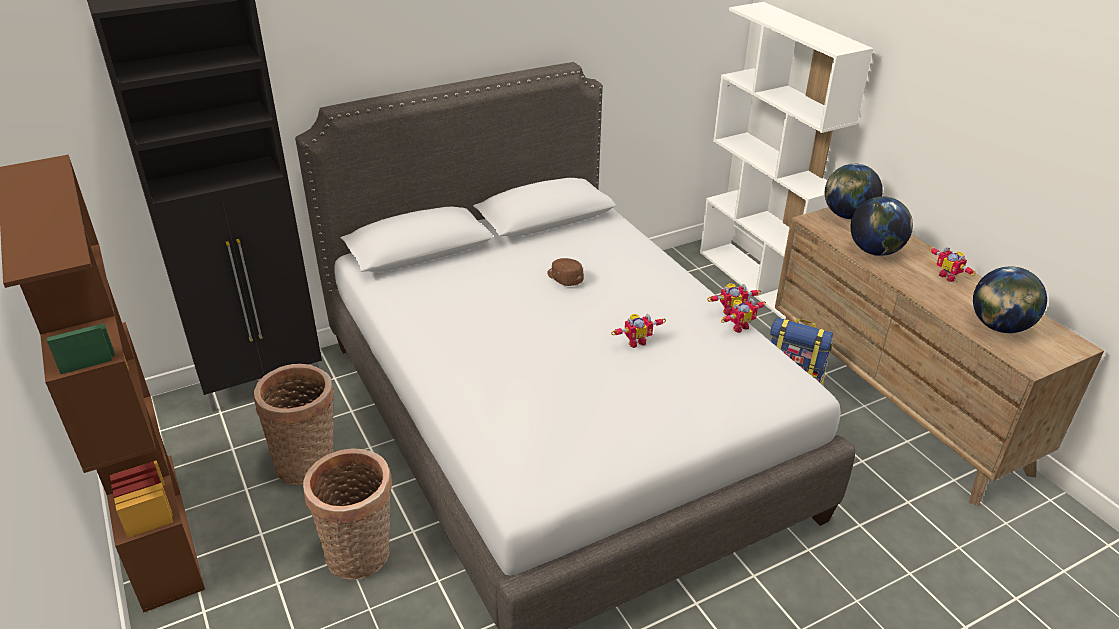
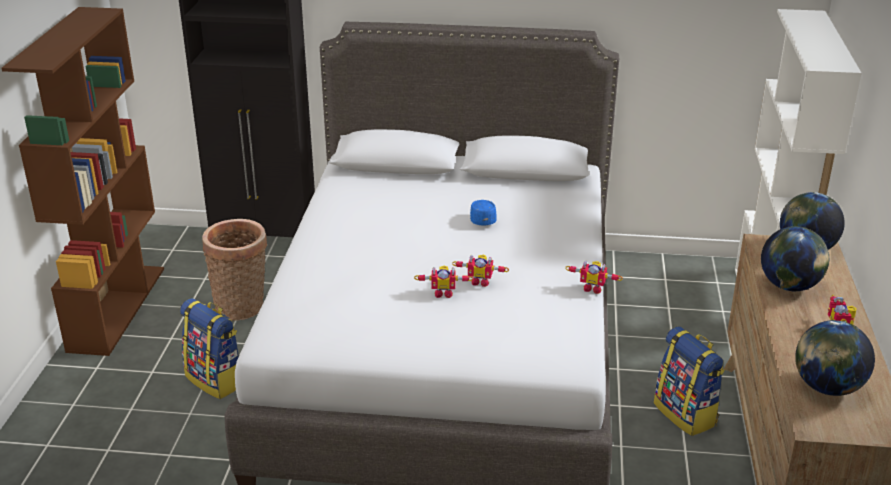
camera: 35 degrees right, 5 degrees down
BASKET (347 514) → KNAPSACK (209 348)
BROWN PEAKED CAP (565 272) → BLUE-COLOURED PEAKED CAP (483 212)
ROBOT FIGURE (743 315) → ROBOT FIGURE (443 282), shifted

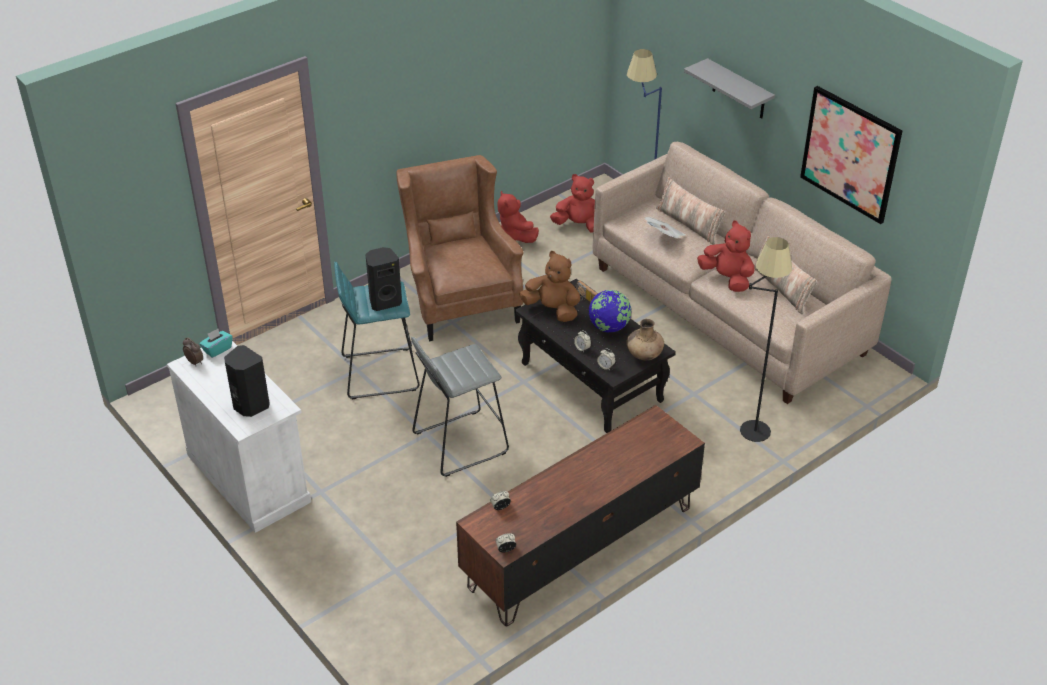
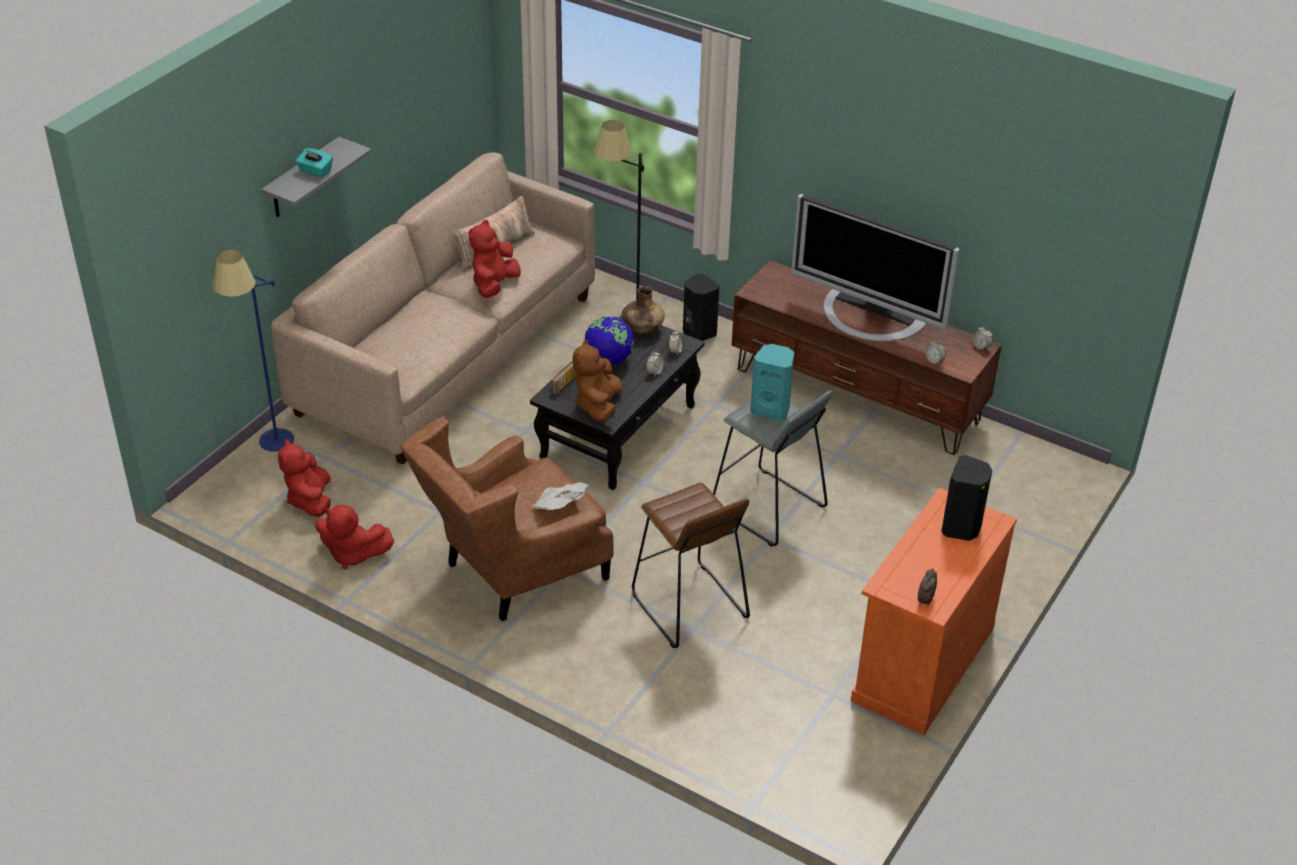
camera: 110 degrees left, 0 degrees up
WHITISH CUPBOARD (239 437) → ORANGE-COLOURED CUPBOARD (934 611)
TURQUOISE-COLOURED TISSUE HOLDER (216 343) → TURQUOISE-COLOURED TISSUE HOLDER (314 163), shifted
TURQUOISE-COLOURED STOOL (376 330) → BROWN STOOL (691 565)
BLACK-COLOURED SPEAKER (383 279) → BLACK-COLOURED SPEAKER (701 307), shifted
RED-COLOURED SOFT TOY (518 217) → RED-COLOURED SOFT TOY (354 537), 60 degrees clockwise
PRINTED PAPER (665 228) → PRINTED PAPER (560 496), shifted
THROW PILLOW (690 211) → -
WALL ART (851 155) → -
- → TURQUOISE-COLOURED SPEAKER (772 382)
- → TV (875 267)

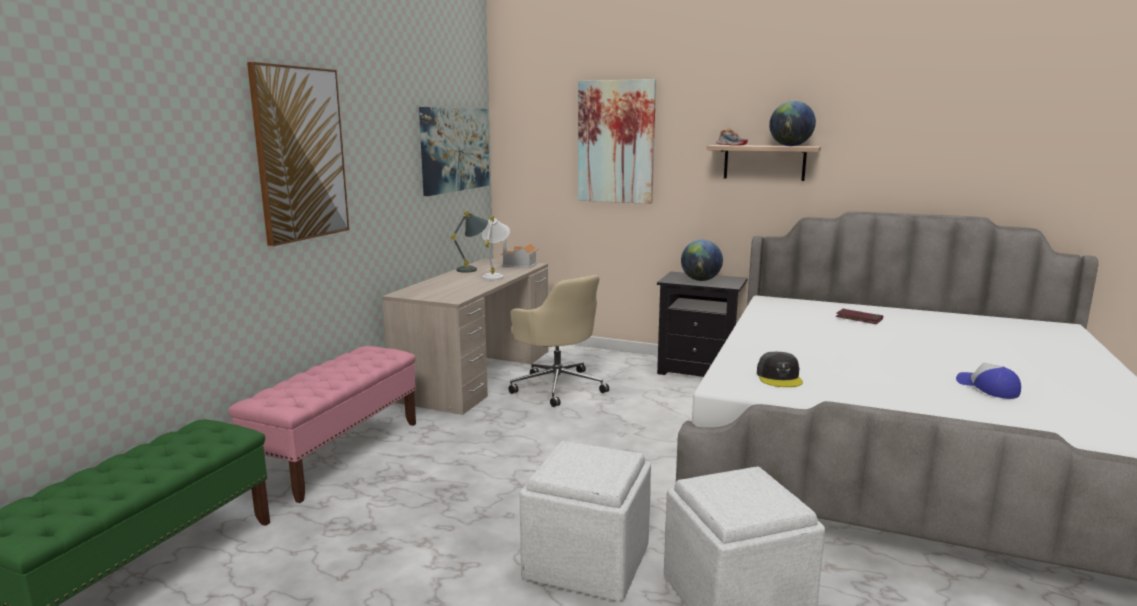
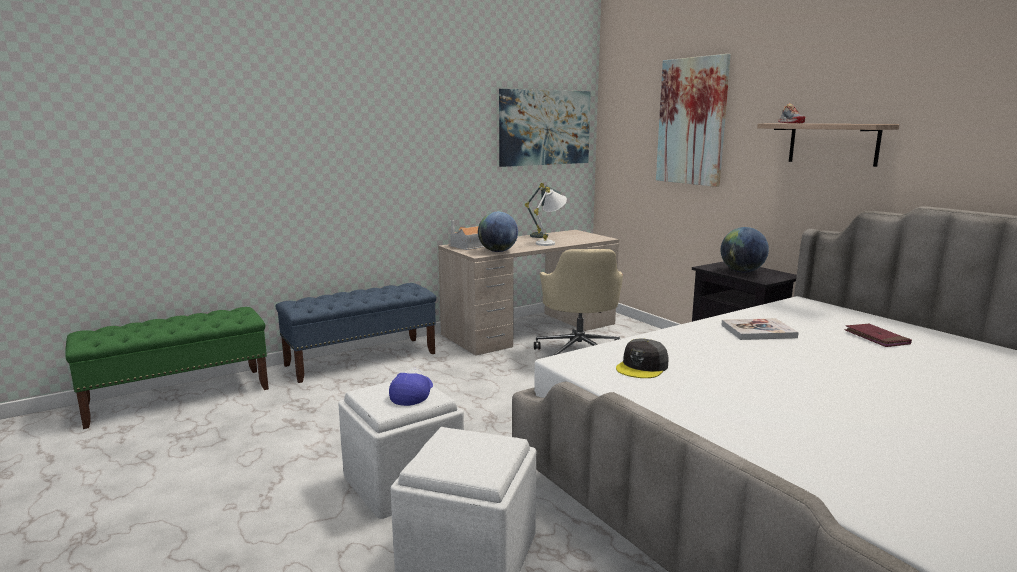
camera: 35 degrees right, 0 degrees up
PINK BENCH (322 424) → BLUE-COLOURED BENCH (356 333)
WALL ART (298 154) → -
MODEL HOUSE (519 254) → MODEL HOUSE (465 235), shifted
WORLD GLOBE (792 123) → WORLD GLOBE (498 232), shifted
PEAKED CAP (988 381) → PEAKED CAP (411 386), shifted
- → VOLUME (760 329)

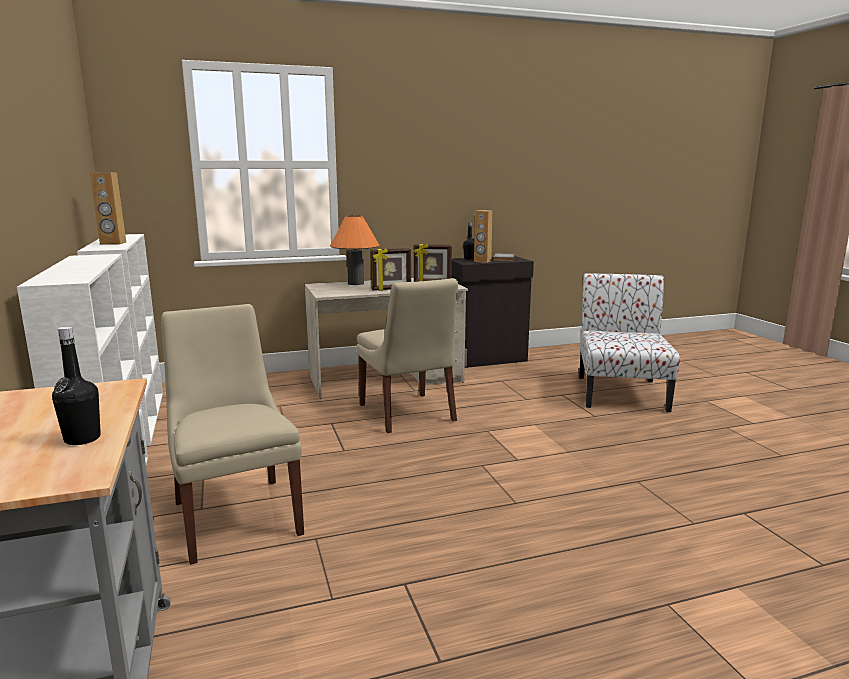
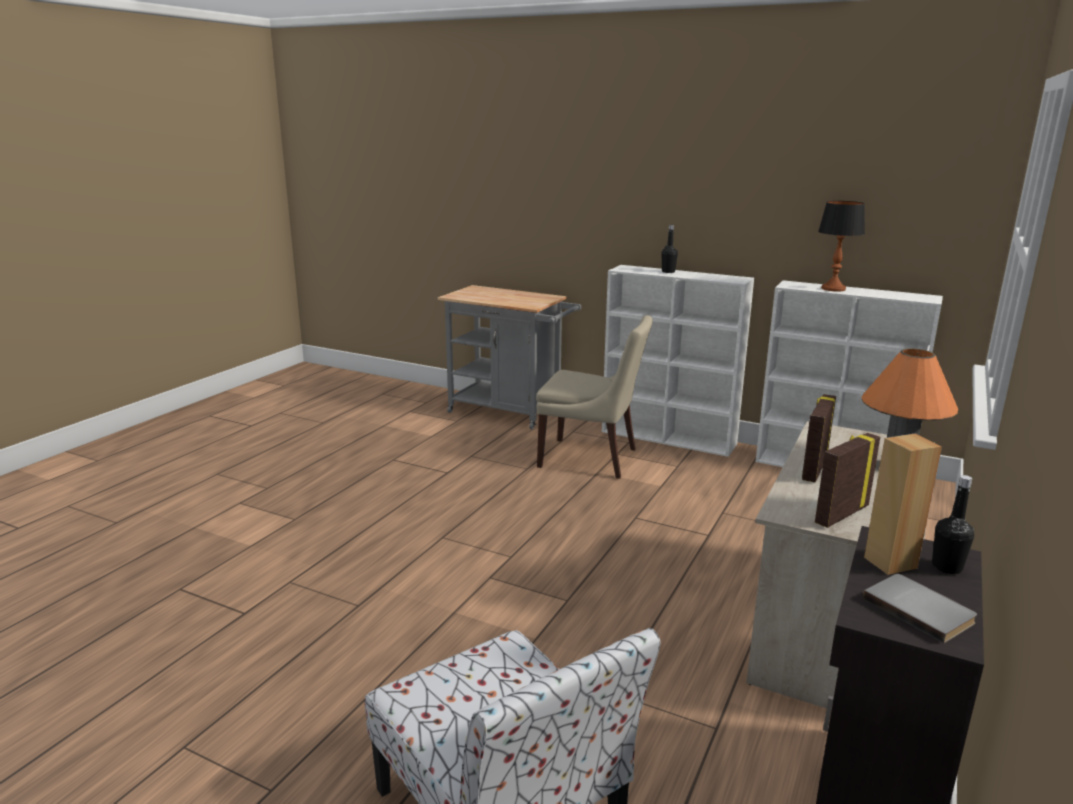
camera: 135 degrees right, 5 degrees up
BLACK-COLOURED BOTTLE (76 385) → BLACK-COLOURED BOTTLE (670 249), shifted
BROWN SPEAKER (108 208) → LAMP FOR A TABLE (841 246)
BEIGE UPRIGHT CHAIR (407 355) → -

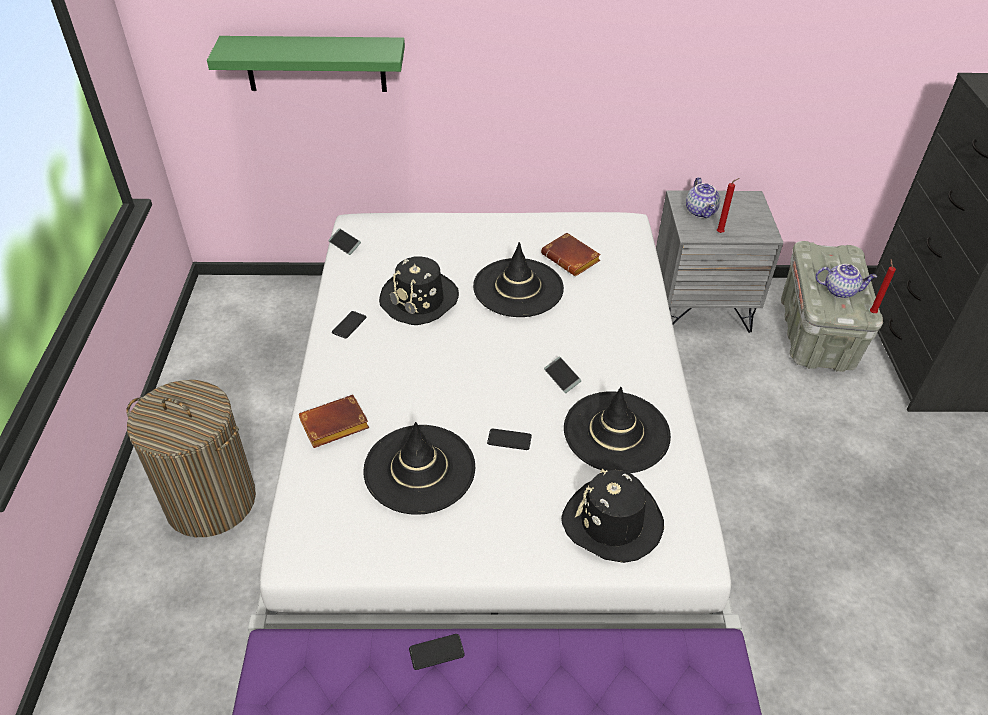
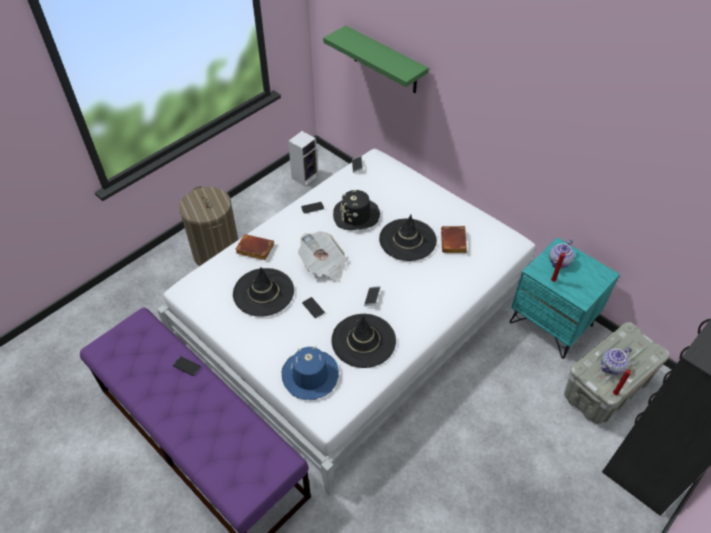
camera: 45 degrees right, 5 degrees up
BLACK-COLOURED WEARABLE HAT (612 516) → BLUE-COLOURED WEARABLE HAT (310 373)
GREYISH NIGHTSTAND (719 261) → TURQUOISE-COLOURED NIGHTSTAND (564 298)
TEA POT (846 281) → TEA POT (616 361), 90 degrees clockwise
- → SPEAKER (303 158)
- → PRINTED PAPER (323 256)

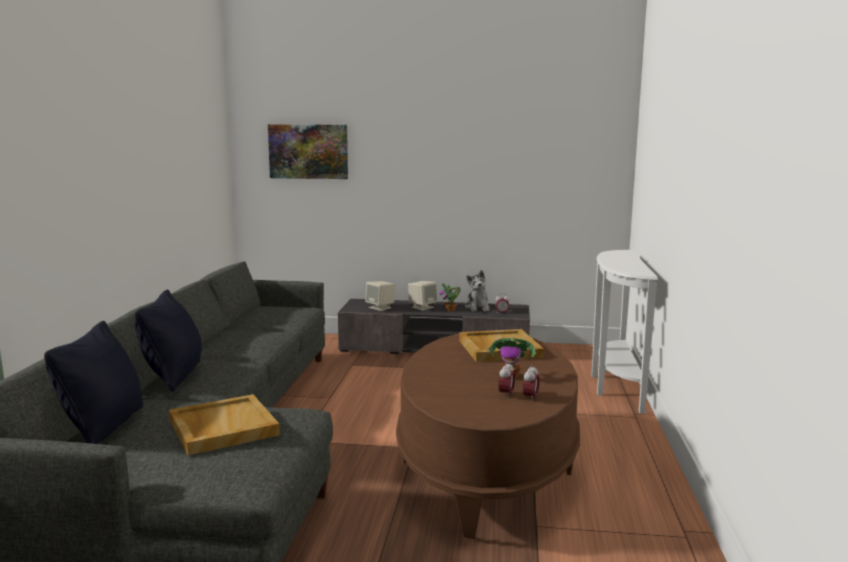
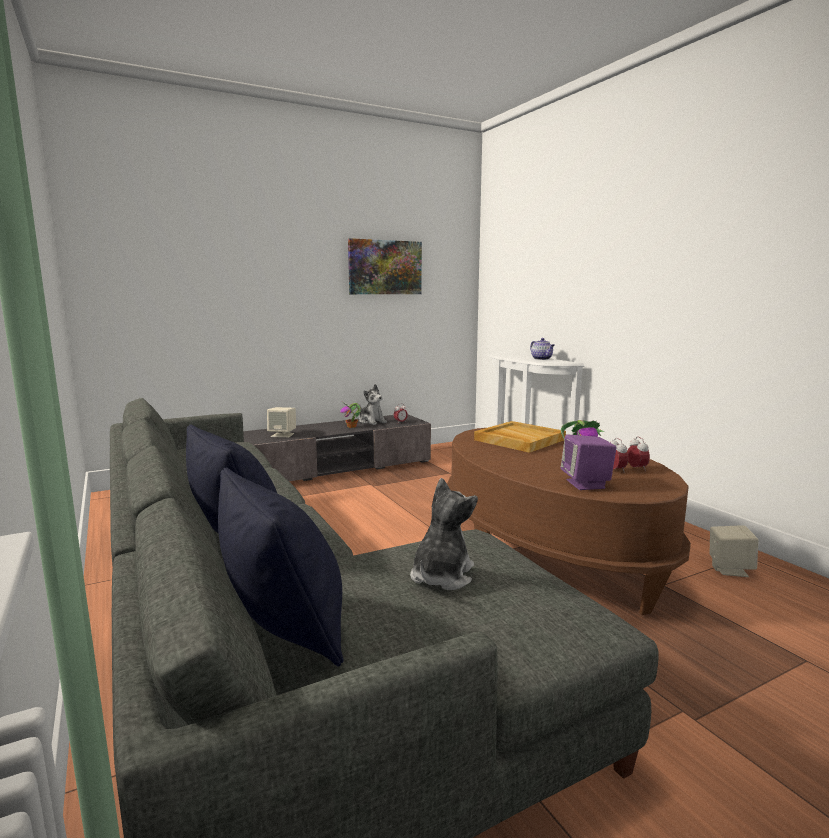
camera: 35 degrees left, 0 degrees up
BEIGE CARRYING TRAY (224 424) → SOFT TOY (444 534)
WALL ART (308 151) → WALL ART (385 266), shifted
BEIGE SPEAKER (423 296) → BEIGE SPEAKER (733 551), shifted
- → TEA POT (542 349)
- → PURPLE-COLOURED SPEAKER (588 462)

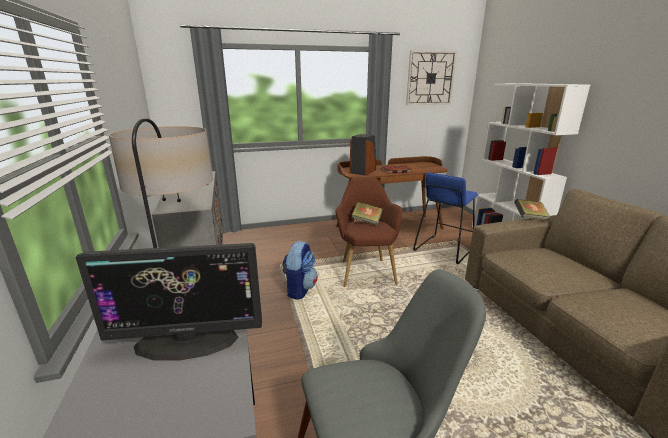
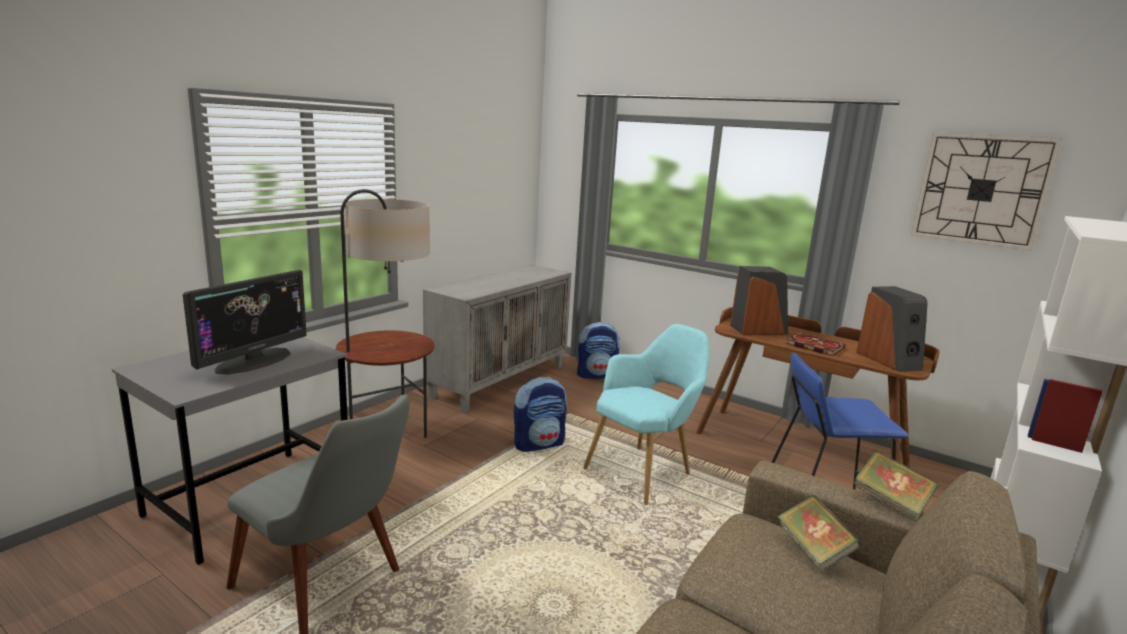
camera: 50 degrees right, 5 degrees down
COMPUTER DISPLAY (168 302) → COMPUTER DISPLAY (245 322), 105 degrees counterclockwise
BROWN LOUNGE CHAIR (369 232) → TURQUOISE-COLOURED LOUNGE CHAIR (646 414)
VOLUME (367 213) → VOLUME (819 533), shifted
- → KNAPSACK (598 350)
- → SPEAKER (892 329)

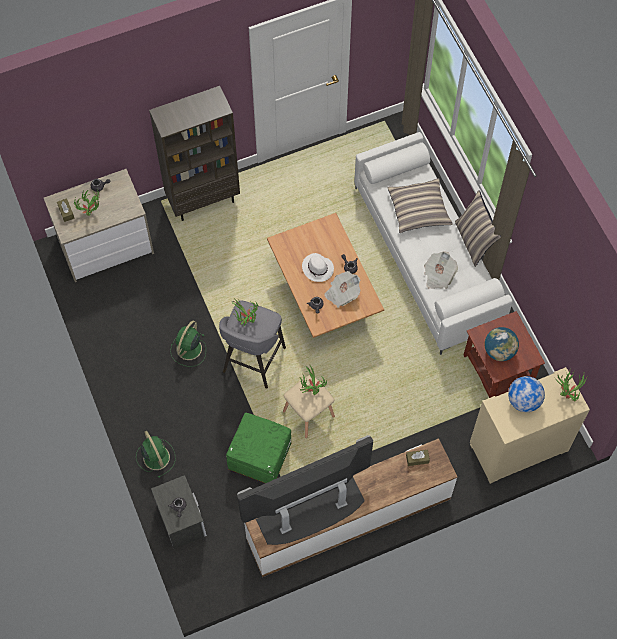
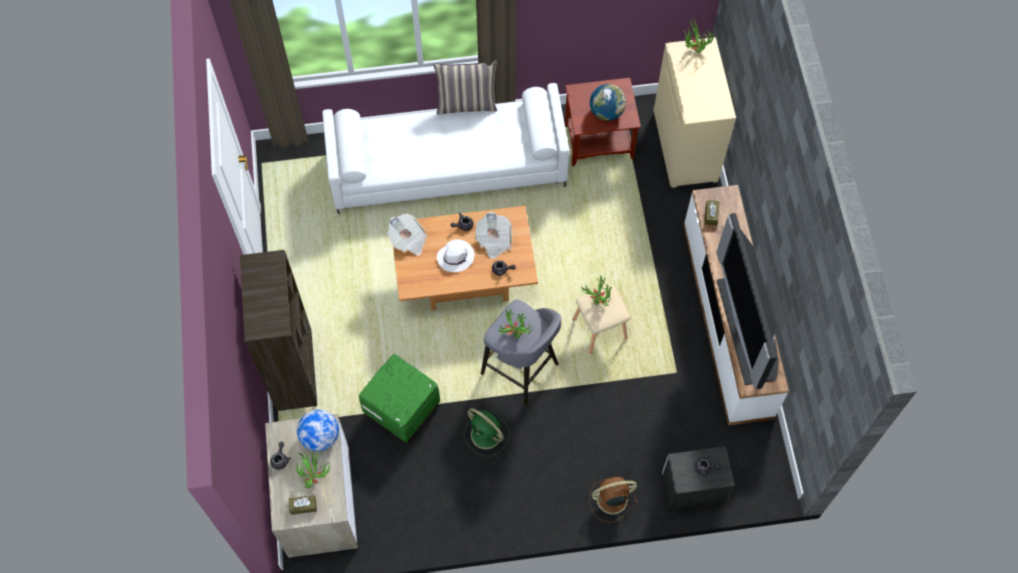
camera: 75 degrees left, 0 degrees up
GREENISH COOLING FAN (156 454) → BROWN COOLING FAN (613 500)
GREENISH FOOTREST (258 448) → GREENISH FOOTREST (399 398), shifted
THROW PILLOW (420 205) → -
PRINTED PAPER (441 270) → PRINTED PAPER (407 235), shifted
WORLD GLOBE (526 394) → WORLD GLOBE (318 430), shifted

